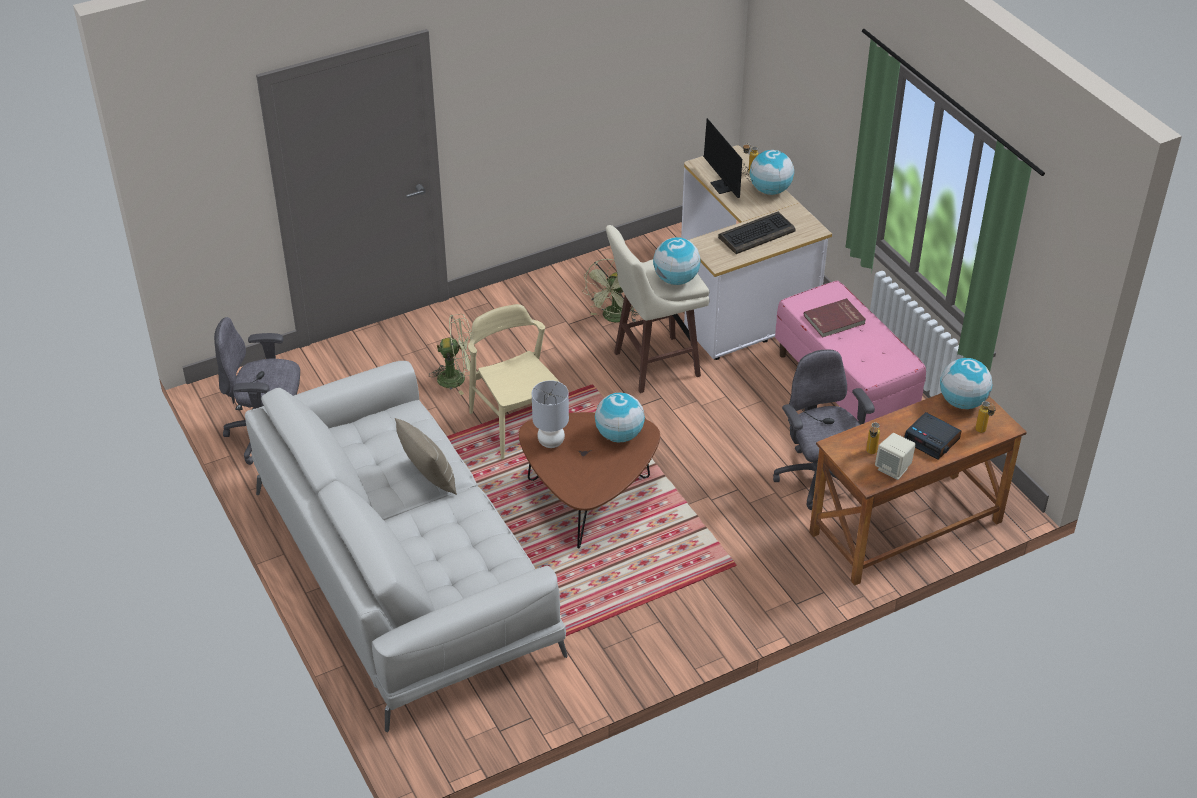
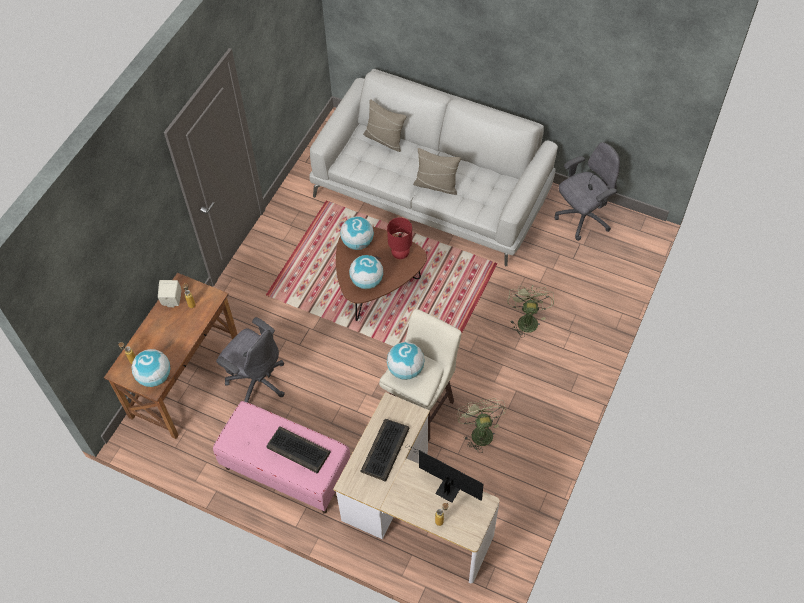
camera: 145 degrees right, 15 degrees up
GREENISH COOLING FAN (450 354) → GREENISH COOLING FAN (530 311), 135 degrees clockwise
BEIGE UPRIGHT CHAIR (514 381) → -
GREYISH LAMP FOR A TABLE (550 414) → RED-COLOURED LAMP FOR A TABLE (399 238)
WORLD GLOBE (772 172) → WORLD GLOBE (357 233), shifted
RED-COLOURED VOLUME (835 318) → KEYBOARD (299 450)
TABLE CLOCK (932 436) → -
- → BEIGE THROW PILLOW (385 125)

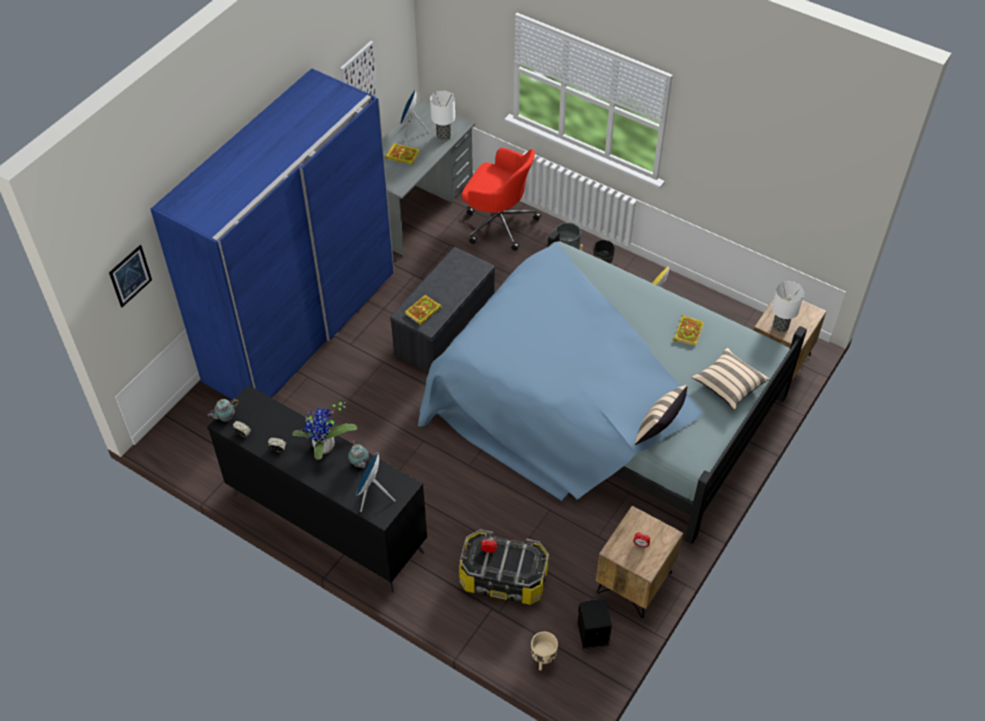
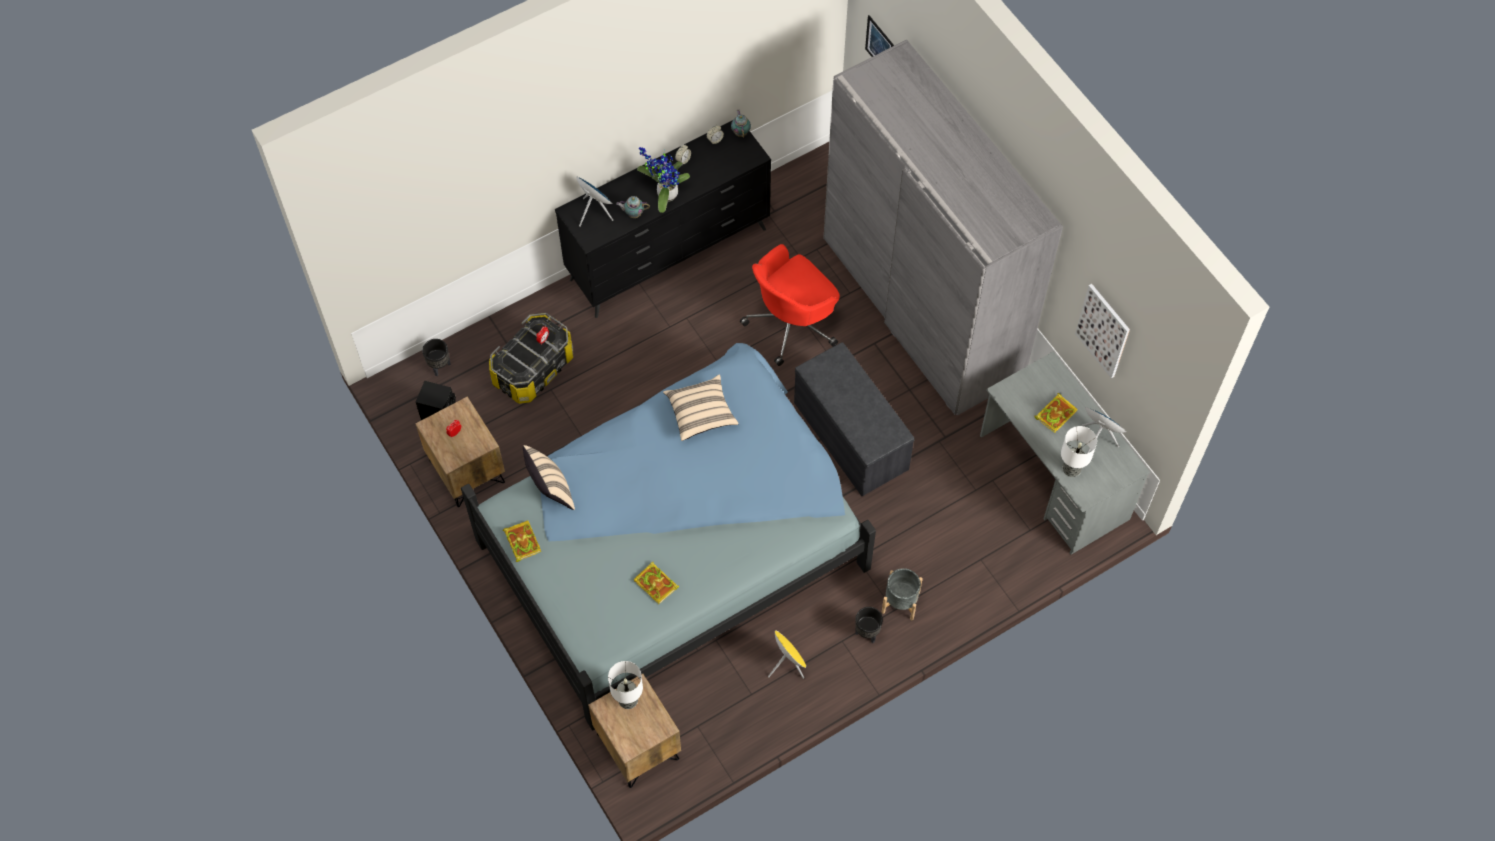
camera: 115 degrees right, 10 degrees up
BLUE-COLOURED CLOTHES CUPBOARD (272 234) → GREYISH CLOTHES CUPBOARD (943 228)
VOLUME (423 310) → VOLUME (522 541), shifted
RED-COLOURED DESK CHAIR (501 199) → RED-COLOURED DESK CHAIR (790 305), shifted
BEIGE FLOWER POT (544 650) → BLACK-COLOURED FLOWER POT (436 357)
BEIGE THROW PILLOW (730 379) → BEIGE THROW PILLOW (701 407), shifted

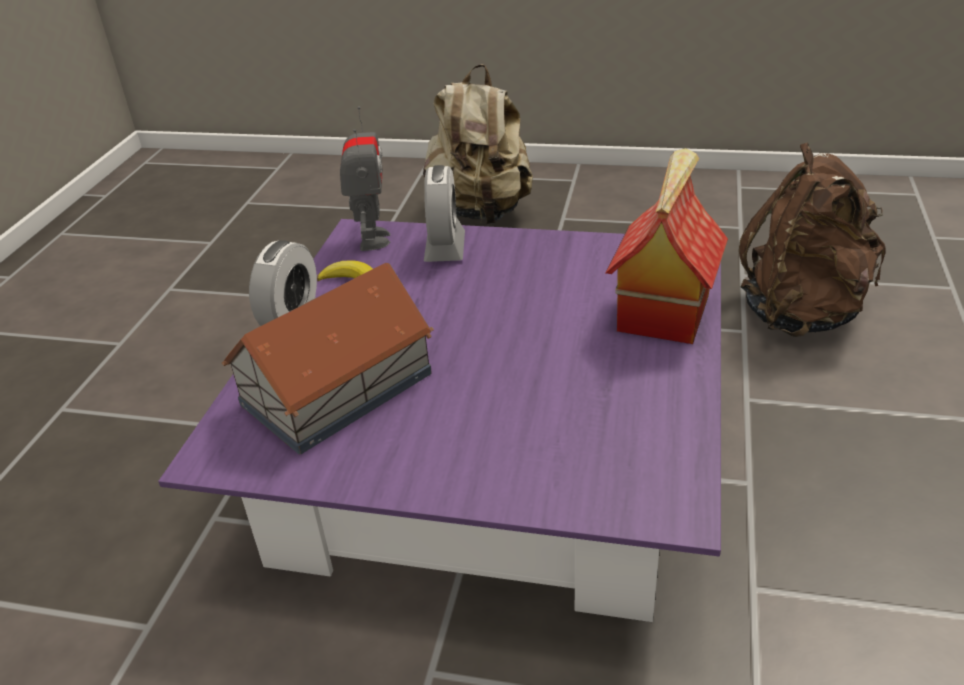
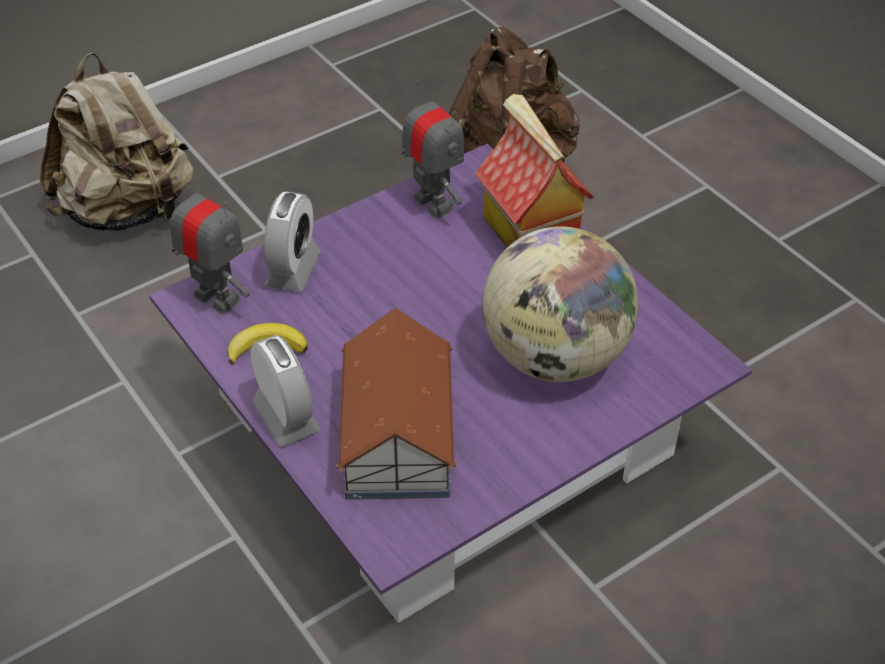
camera: 50 degrees left, 10 degrees up
TABLE CLOCK (444 213) → TABLE CLOCK (292 241), 60 degrees clockwise
- → ROBOT FIGURE (433 150)
- → WORLD GLOBE (560 304)

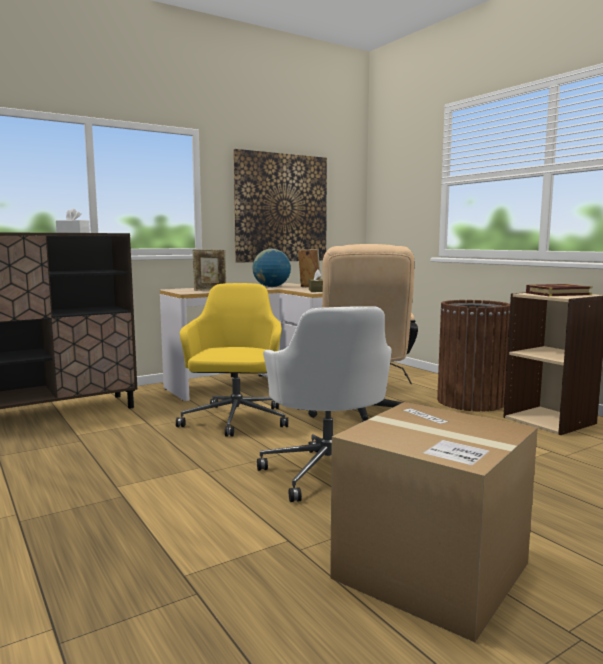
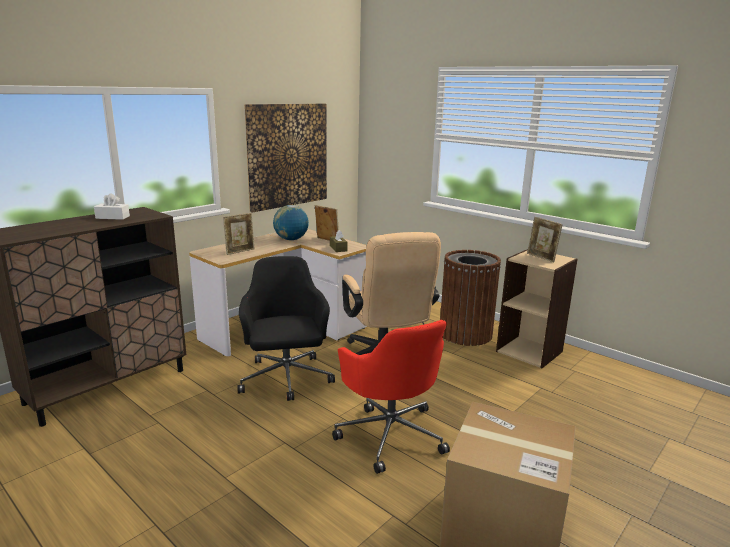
camera: 15 degrees left, 10 degrees up
YELLOWISH DESK CHAIR (232 360) → BLACK-COLOURED DESK CHAIR (286 328)
WHITISH DESK CHAIR (324 404) → RED-COLOURED DESK CHAIR (391 397)
VOLUME (559 290) → STANDING FRAME (545 239)

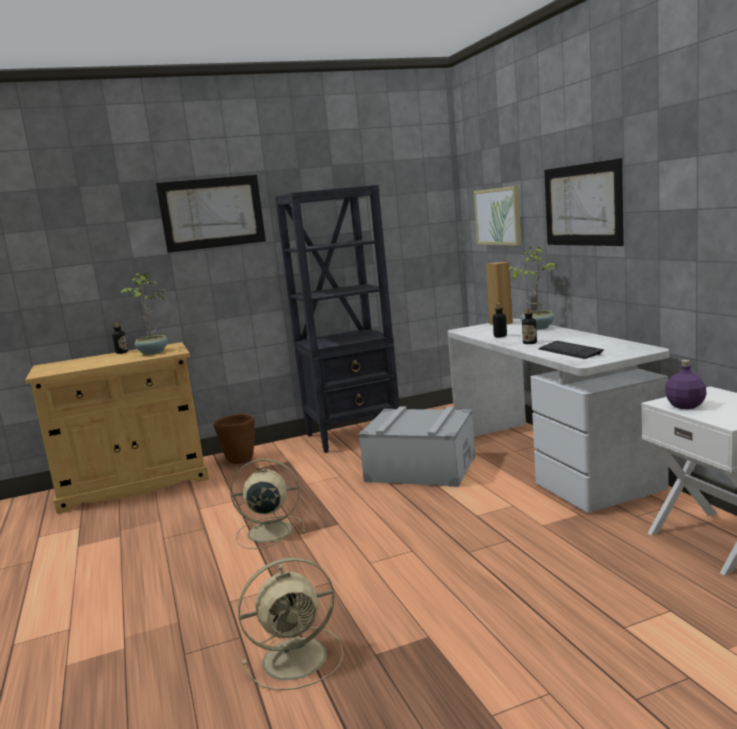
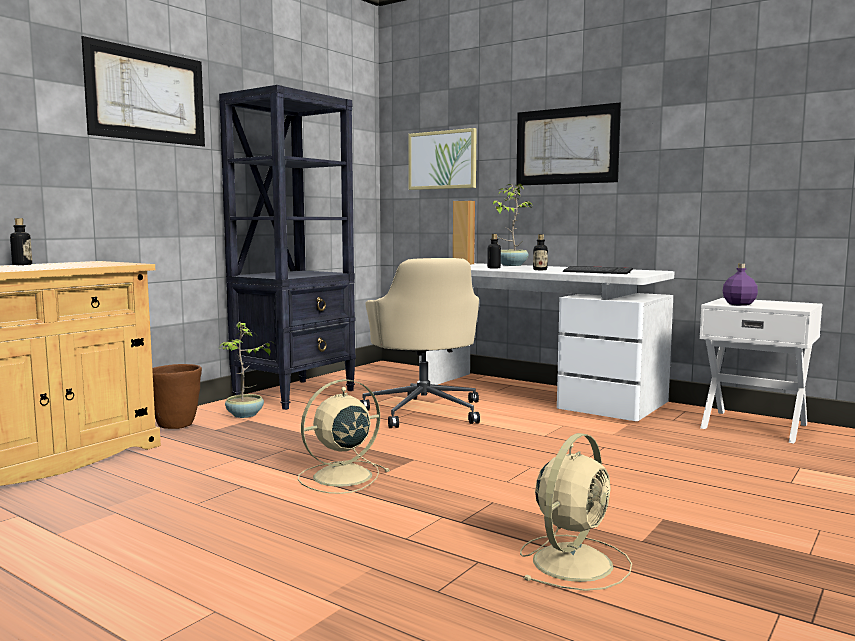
camera: 35 degrees left, 5 degrees down
PLANT IN A POT (144 314) → PLANT IN A POT (247 370), shifted
GREYISH STORAGE CONTAINER (417 446) → BEIGE DESK CHAIR (420 343)

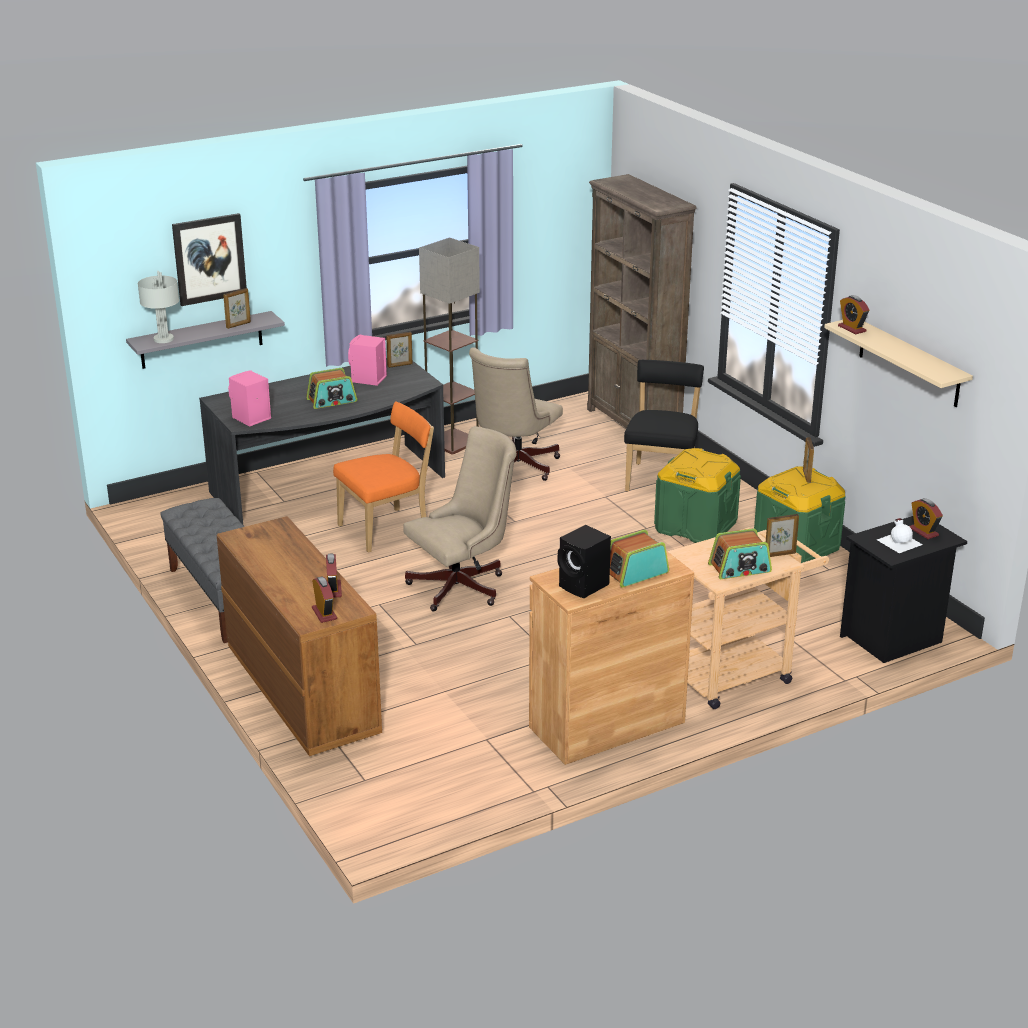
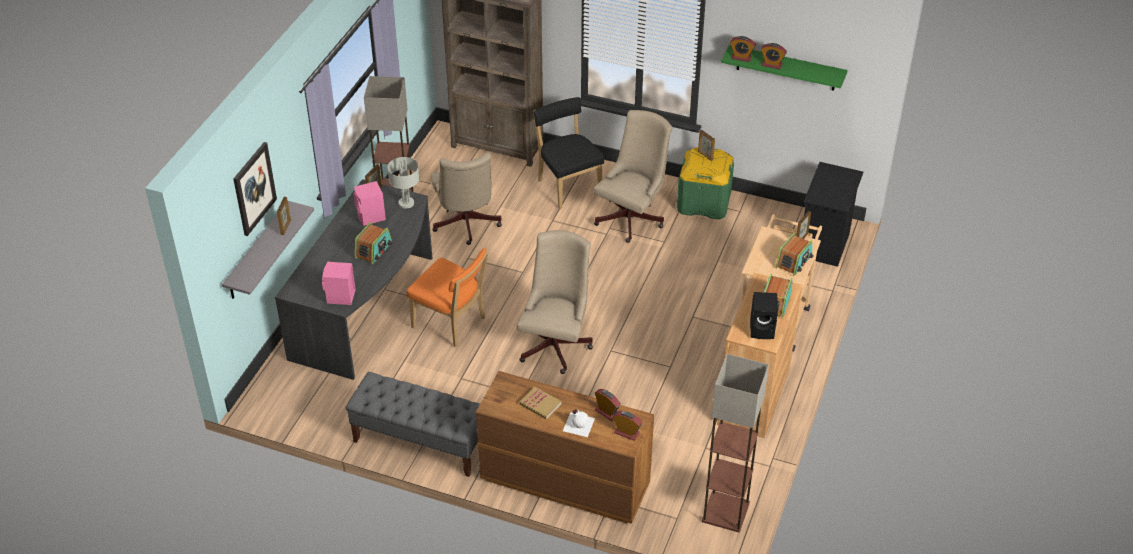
camera: 40 degrees left, 15 degrees up
GREYISH LAMP FOR A TABLE (158 307) → GREYISH LAMP FOR A TABLE (403 183), shifted
ORANGE-COLOURED UPRIGHT CHAIR (383 477) → ORANGE-COLOURED UPRIGHT CHAIR (448 298), 105 degrees clockwise
GREENISH STORAGE CONTAINER (697 495) → BEIGE DESK CHAIR (632 176)
BEIGE SHELF (898 363) → GREENISH SHELF (784 68)
WHITISH BOTTLE (900 535) → WHITISH BOTTLE (579 423), shifted
TABLE CLOCK (926 518) → TABLE CLOCK (774 56), shifted
- → VOLUME (540 403)
- → STANDARD LAMP (735 443)

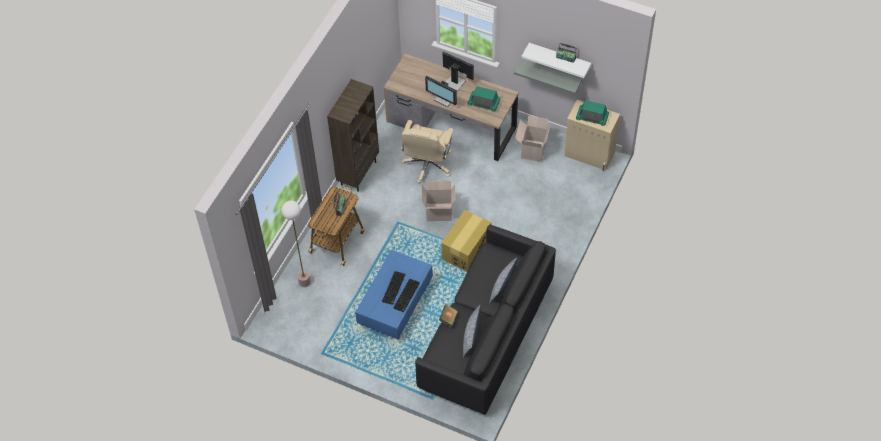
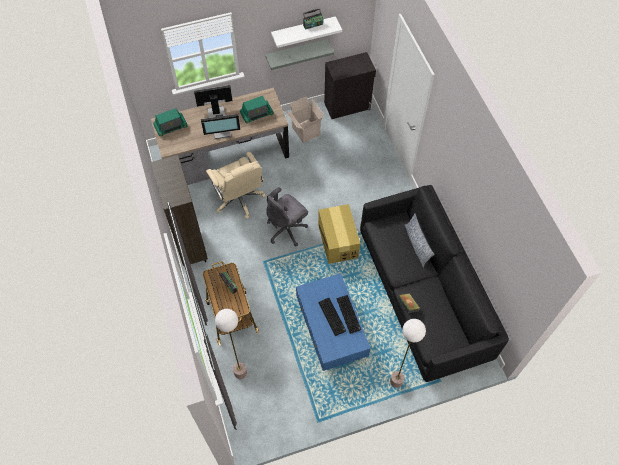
camera: 45 degrees left, 5 degrees up
CARTON (438 201) → GREYISH DESK CHAIR (287 216)
THROW PILLOW (472 331) → -
BEIGE CUPBOARD (592 135) → BLACK-COLOURED CUPBOARD (350 85)
RADIO (592 113) → RADIO (170 122), shifted
- → STANDARD LAMP (408 353)

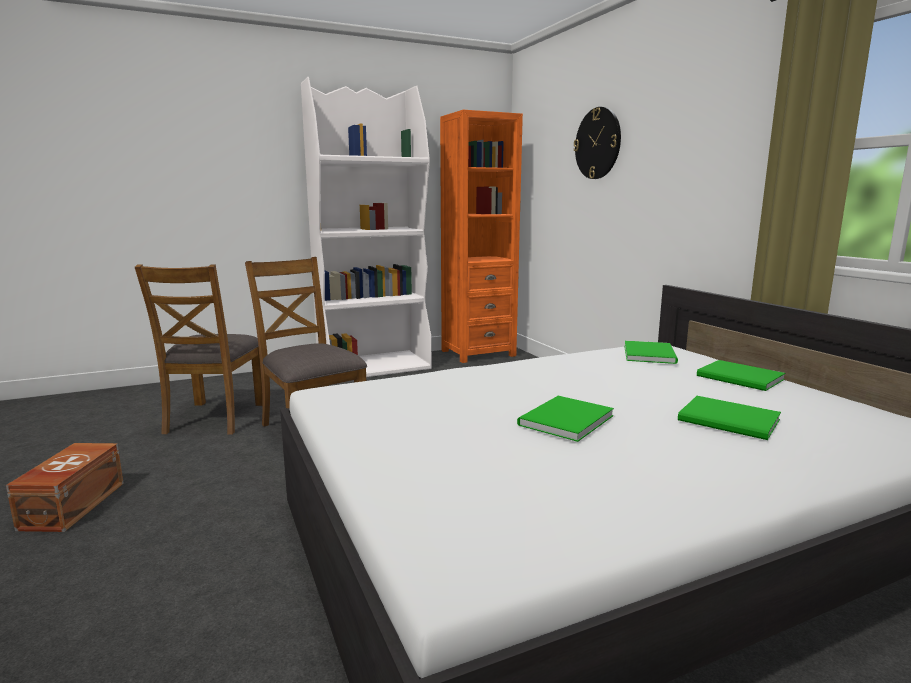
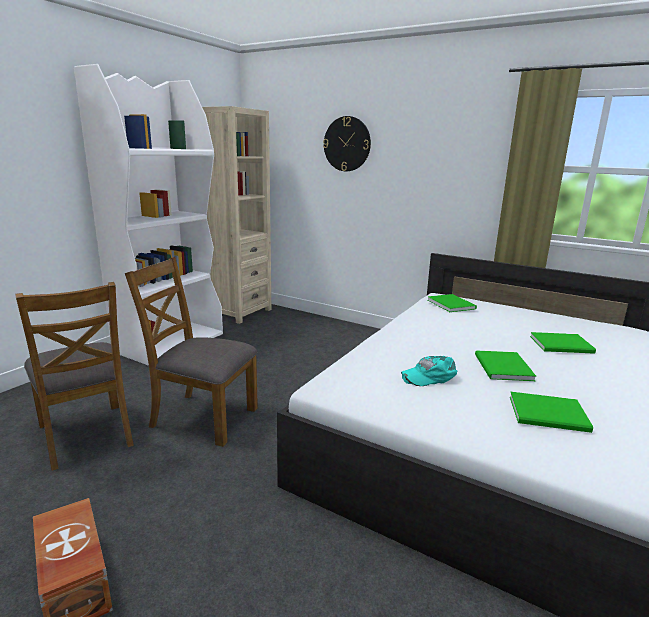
camera: 35 degrees left, 5 degrees up
ORANGE-COLOURED BOOKSHELF (481 236) → BEIGE BOOKSHELF (236 215)
GREENISH VOLUME (741 375) → GREENISH VOLUME (551 412), shifted
- → TURQUOISE-COLOURED PEAKED CAP (429 371)

